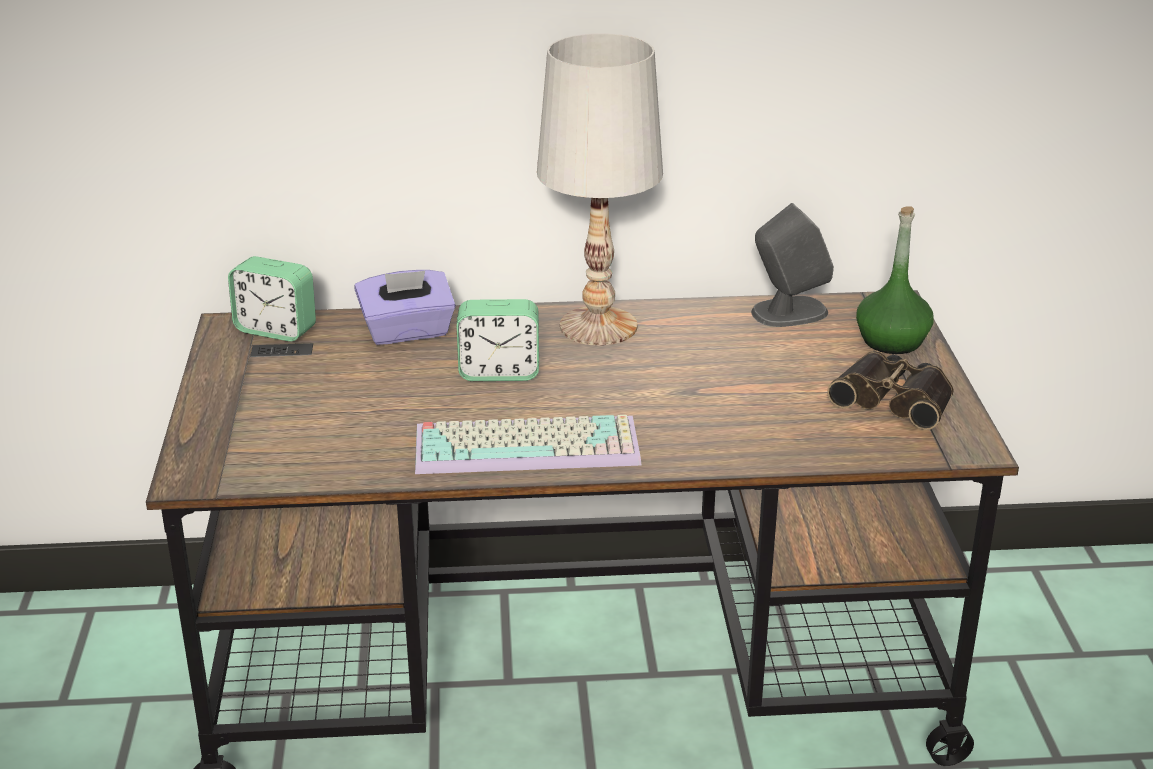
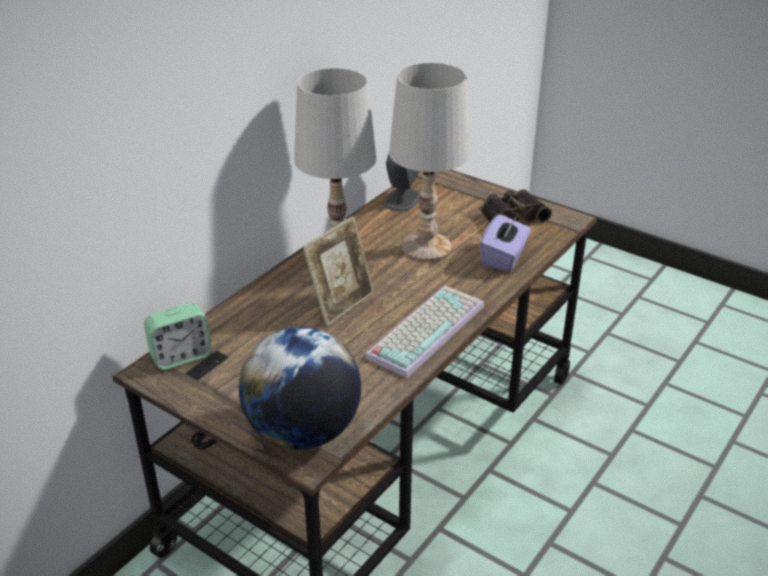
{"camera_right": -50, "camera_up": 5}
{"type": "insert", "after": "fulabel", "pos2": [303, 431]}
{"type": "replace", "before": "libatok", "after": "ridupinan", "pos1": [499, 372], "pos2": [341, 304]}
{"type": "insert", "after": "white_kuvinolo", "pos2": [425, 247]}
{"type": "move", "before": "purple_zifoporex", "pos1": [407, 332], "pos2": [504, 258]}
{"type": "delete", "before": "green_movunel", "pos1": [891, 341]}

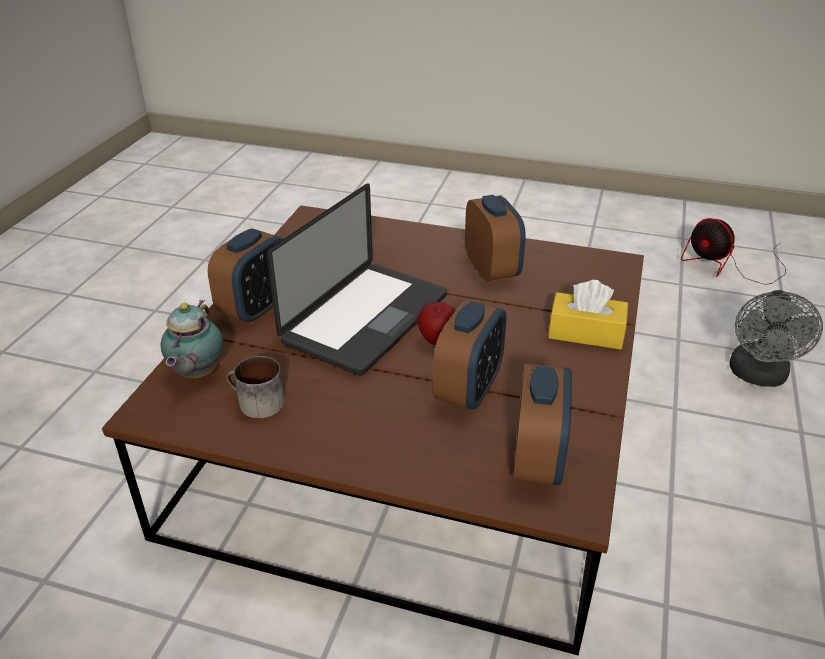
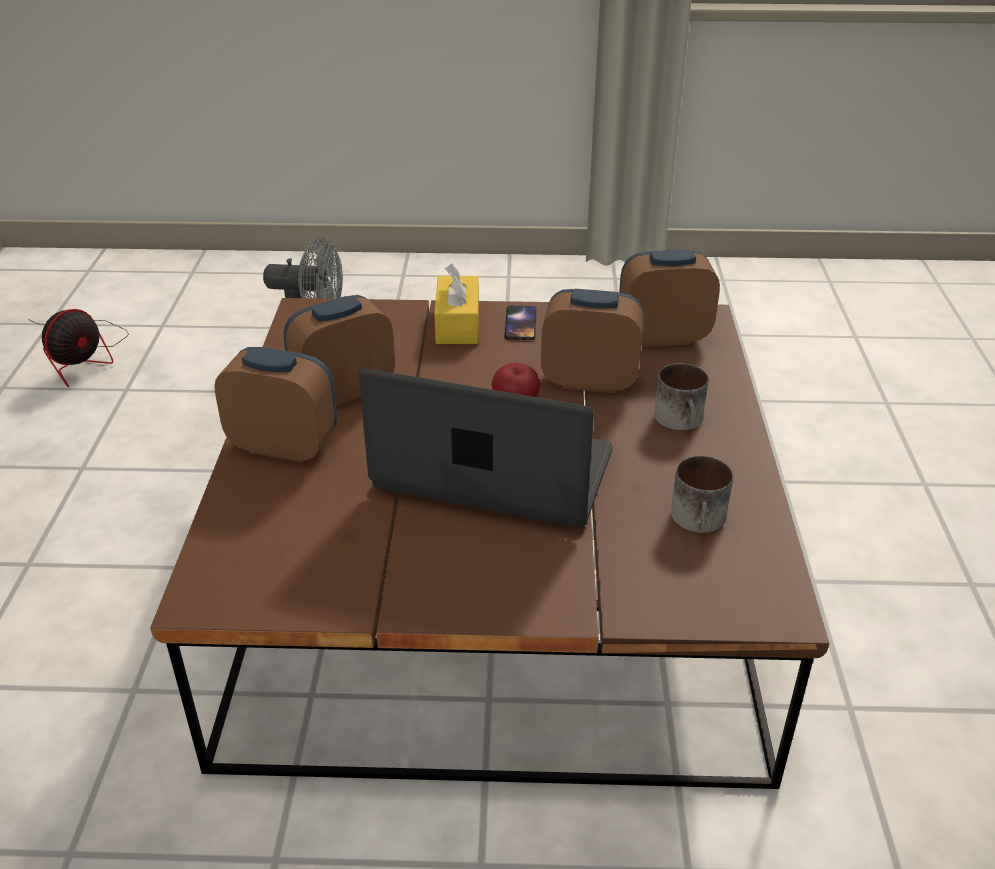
{"camera_right": -105, "camera_up": 0}
{"type": "move", "before": "libatok", "pos1": [256, 308], "pos2": [284, 446]}
{"type": "insert", "after": "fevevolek", "pos2": [520, 323]}
{"type": "insert", "after": "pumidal", "pos2": [682, 420]}
{"type": "delete", "before": "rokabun", "pos1": [196, 374]}

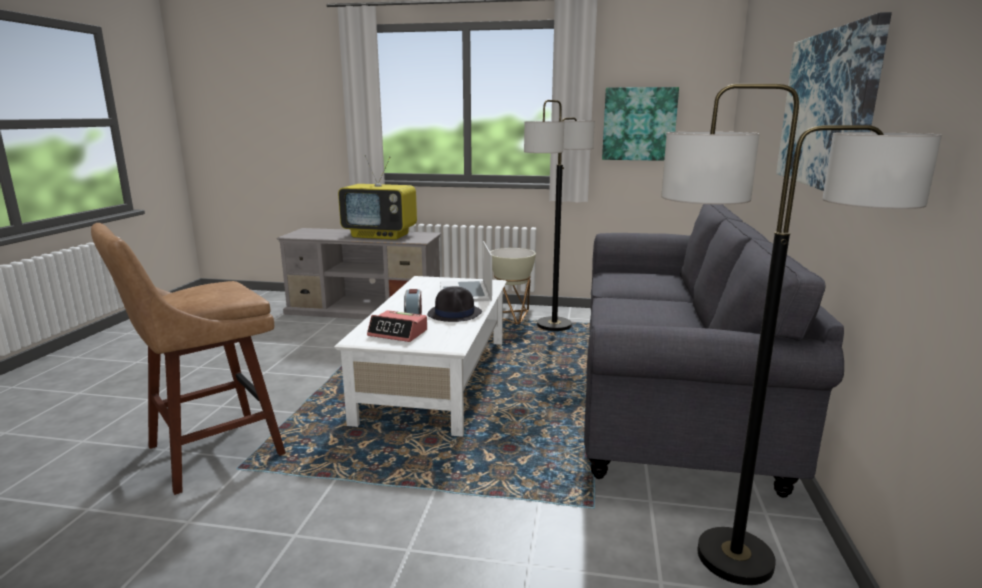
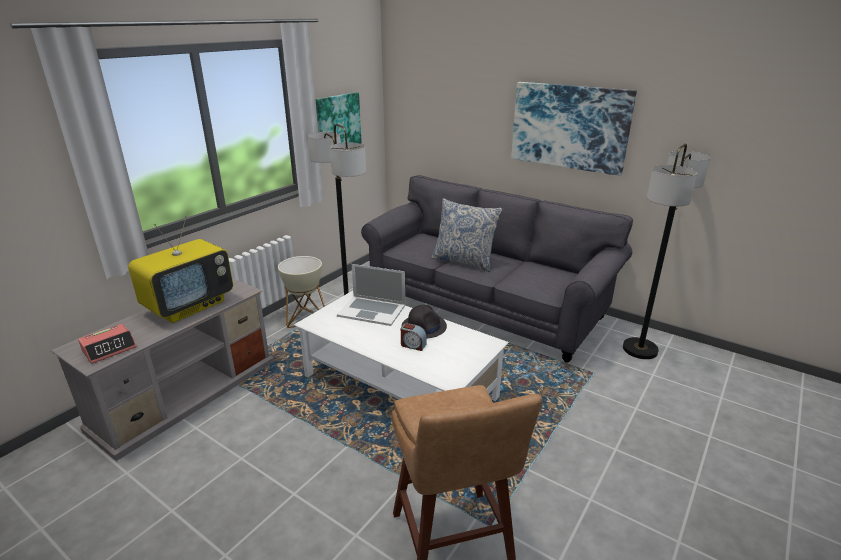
{"camera_right": -65, "camera_up": 10}
{"type": "move", "before": "libatok", "pos1": [398, 333], "pos2": [109, 349]}
{"type": "insert", "after": "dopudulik", "pos2": [464, 261]}

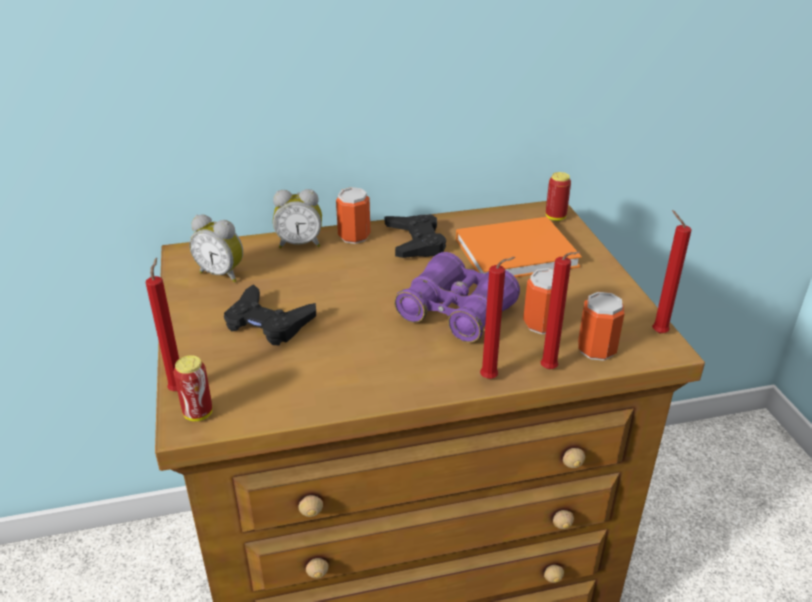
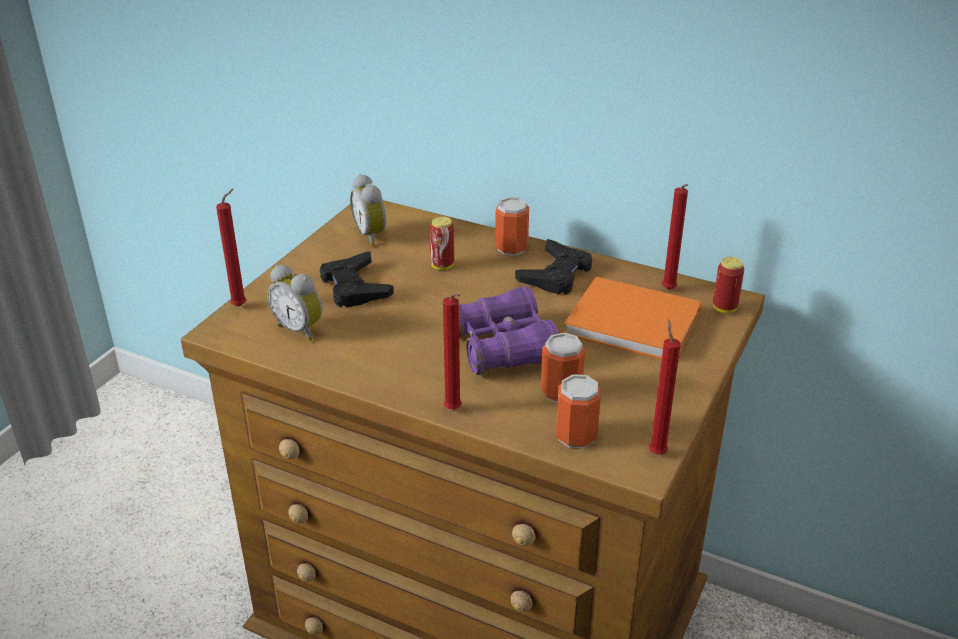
{"camera_right": 40, "camera_up": 0}
{"type": "move", "before": "libatok", "pos1": [300, 243], "pos2": [300, 329]}
{"type": "move", "before": "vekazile", "pos1": [198, 413], "pos2": [442, 266]}
{"type": "move", "before": "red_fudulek", "pos1": [551, 370], "pos2": [669, 291]}

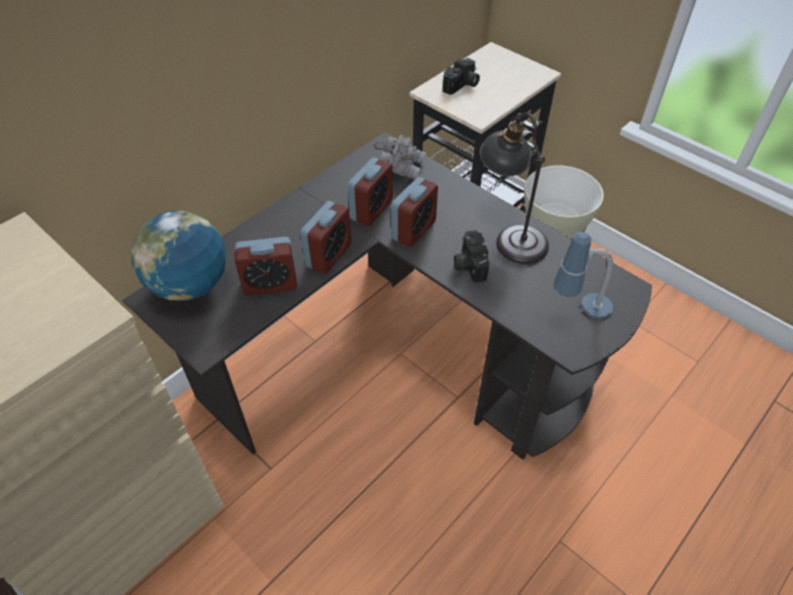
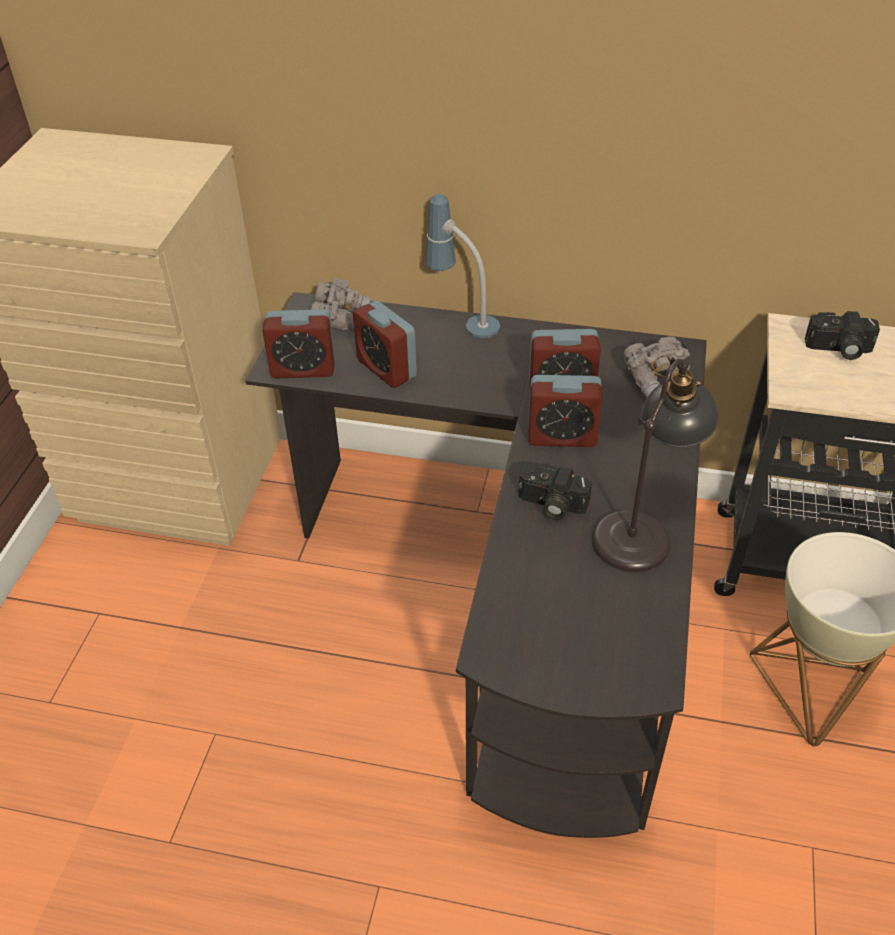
{"camera_right": 60, "camera_up": -5}
{"type": "move", "before": "libatok", "pos1": [328, 255], "pos2": [303, 369]}
{"type": "replace", "before": "fulabel", "after": "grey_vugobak", "pos1": [190, 286], "pos2": [341, 320]}
{"type": "move", "before": "kuvinolo", "pos1": [578, 313], "pos2": [463, 319]}
{"type": "rotate", "before": "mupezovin", "pos1": [468, 264], "pos2": [551, 505], "turn": -120}

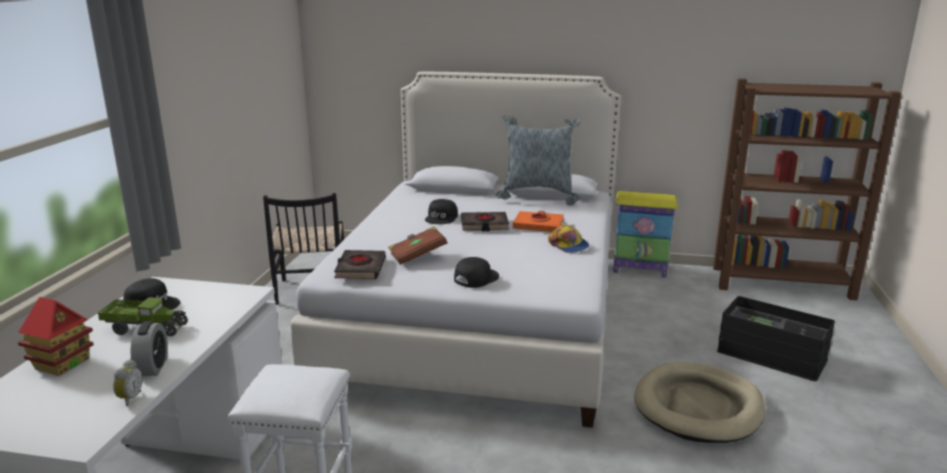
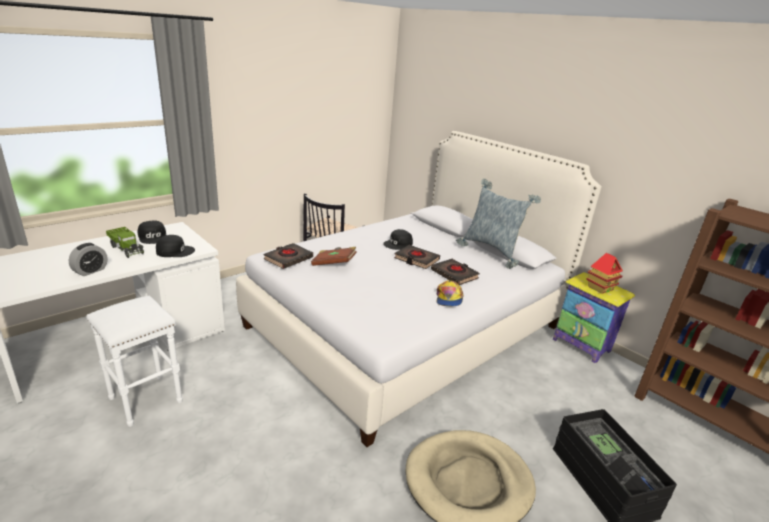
{"camera_right": 35, "camera_up": 5}
{"type": "move", "before": "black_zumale", "pos1": [475, 278], "pos2": [175, 251]}
{"type": "recolor", "before": "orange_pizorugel", "after": "black_pizorugel", "pos1": [538, 225], "pos2": [454, 274]}
{"type": "move", "before": "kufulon", "pos1": [62, 364], "pos2": [600, 288]}
{"type": "delete", "before": "libatok", "pos1": [129, 398]}

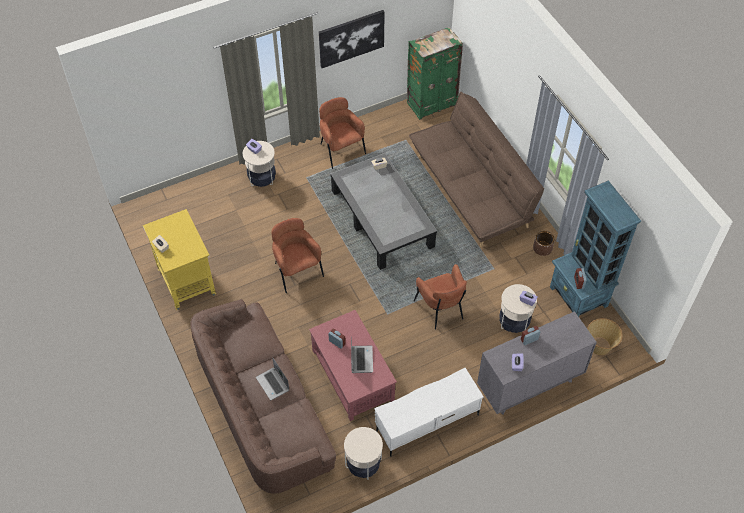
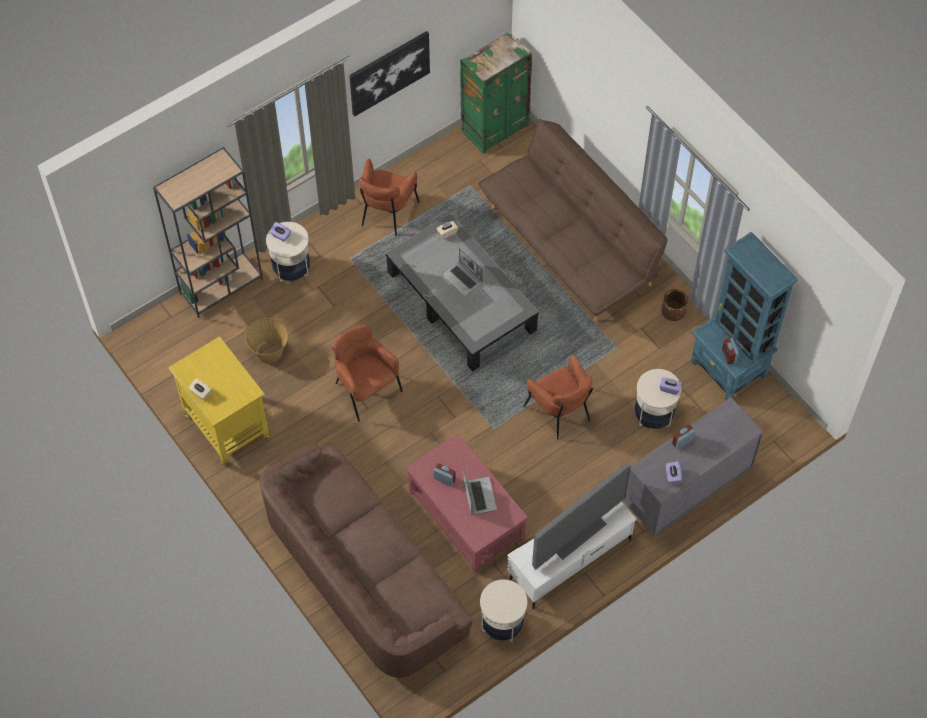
{"camera_right": -10, "camera_up": 5}
{"type": "insert", "after": "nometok", "pos2": [221, 286]}
{"type": "move", "before": "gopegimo", "pos1": [600, 346], "pos2": [269, 352]}
{"type": "rotate", "before": "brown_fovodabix", "pos1": [340, 150], "pos2": [387, 212], "turn": -120}
{"type": "move", "before": "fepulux", "pos1": [273, 384], "pos2": [463, 279]}
{"type": "insert", "after": "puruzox", "pos2": [575, 531]}

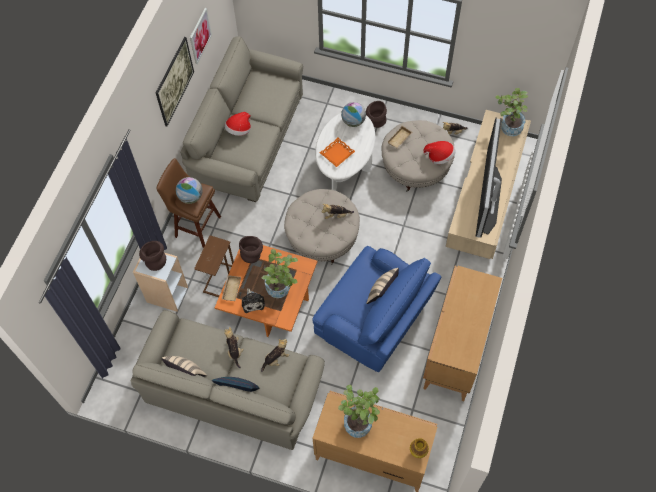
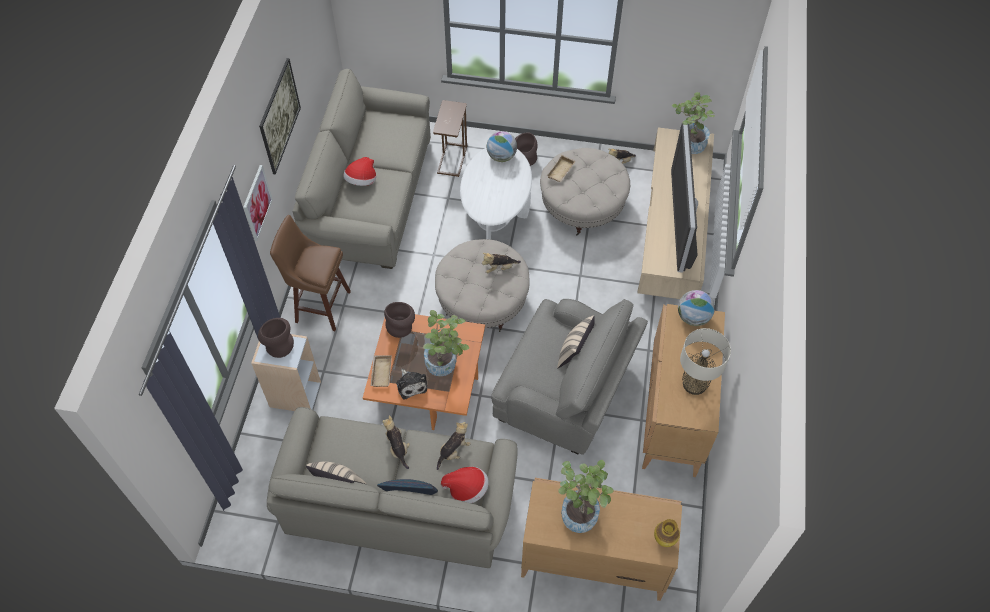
{"camera_right": -10, "camera_up": -5}
{"type": "move", "before": "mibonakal", "pos1": [200, 36], "pos2": [257, 203]}
{"type": "move", "before": "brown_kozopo", "pos1": [219, 279], "pos2": [452, 159]}
{"type": "move", "before": "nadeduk", "pos1": [439, 157], "pos2": [467, 489]}
{"type": "recolor", "before": "blue_fovodabix", "after": "grey_fovodabix", "pos1": [374, 320], "pos2": [565, 392]}
{"type": "move", "before": "fulabel", "pos1": [191, 197], "pos2": [693, 317]}
{"type": "insert", "after": "kuvinolo", "pos2": [694, 384]}
{"type": "delete", "before": "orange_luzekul", "pos1": [337, 154]}

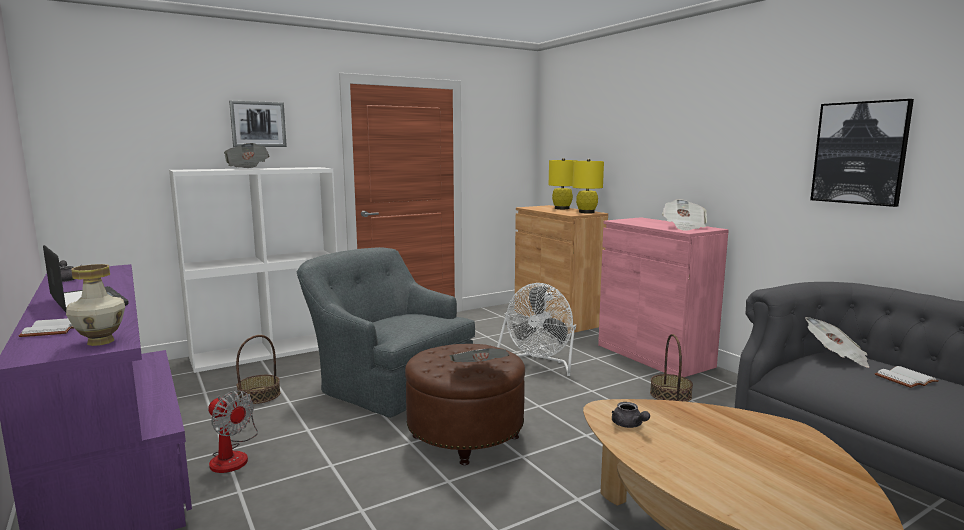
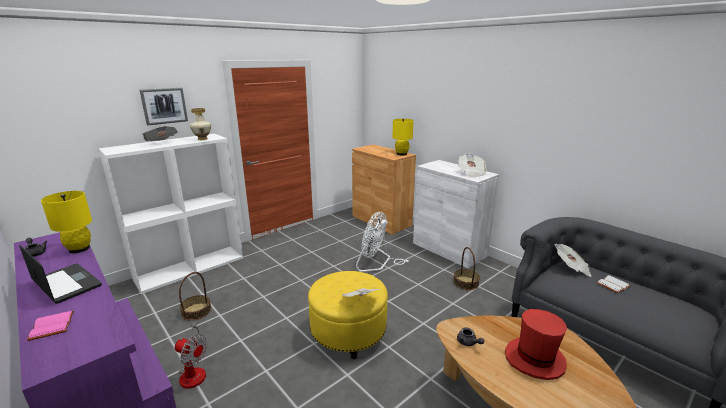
{"camera_right": -10, "camera_up": 10}
{"type": "recolor", "before": "white_pizorugel", "after": "pink_pizorugel", "pos1": [51, 329], "pos2": [51, 326]}
{"type": "move", "before": "yellow_kuvinolo", "pos1": [562, 208], "pos2": [79, 249]}
{"type": "move", "before": "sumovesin", "pos1": [101, 341], "pos2": [203, 139]}
{"type": "recolor", "before": "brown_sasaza", "after": "yellow_sasaza", "pos1": [465, 436], "pos2": [348, 333]}
{"type": "rotate", "before": "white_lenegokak", "pos1": [539, 362], "pos2": [379, 261], "turn": 90}
{"type": "recolor", "before": "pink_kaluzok", "after": "white_kaluzok", "pos1": [654, 355], "pos2": [449, 249]}
{"type": "insert", "after": "red_nadeduk", "pos2": [534, 359]}
{"type": "delete", "before": "grey_fovodabix", "pos1": [388, 384]}
{"type": "delete", "before": "mibonakal", "pos1": [860, 153]}

